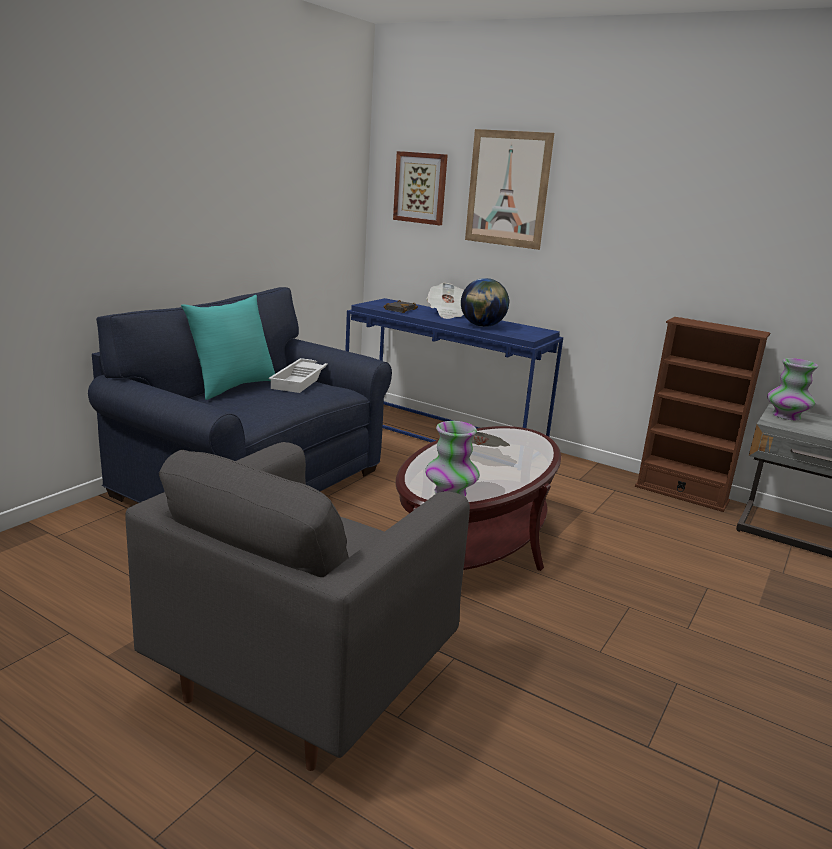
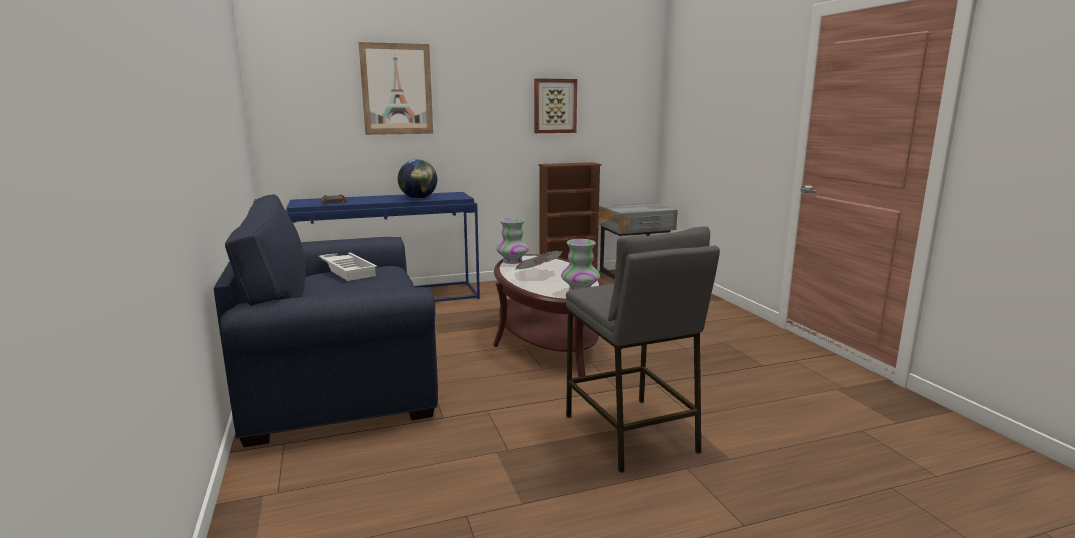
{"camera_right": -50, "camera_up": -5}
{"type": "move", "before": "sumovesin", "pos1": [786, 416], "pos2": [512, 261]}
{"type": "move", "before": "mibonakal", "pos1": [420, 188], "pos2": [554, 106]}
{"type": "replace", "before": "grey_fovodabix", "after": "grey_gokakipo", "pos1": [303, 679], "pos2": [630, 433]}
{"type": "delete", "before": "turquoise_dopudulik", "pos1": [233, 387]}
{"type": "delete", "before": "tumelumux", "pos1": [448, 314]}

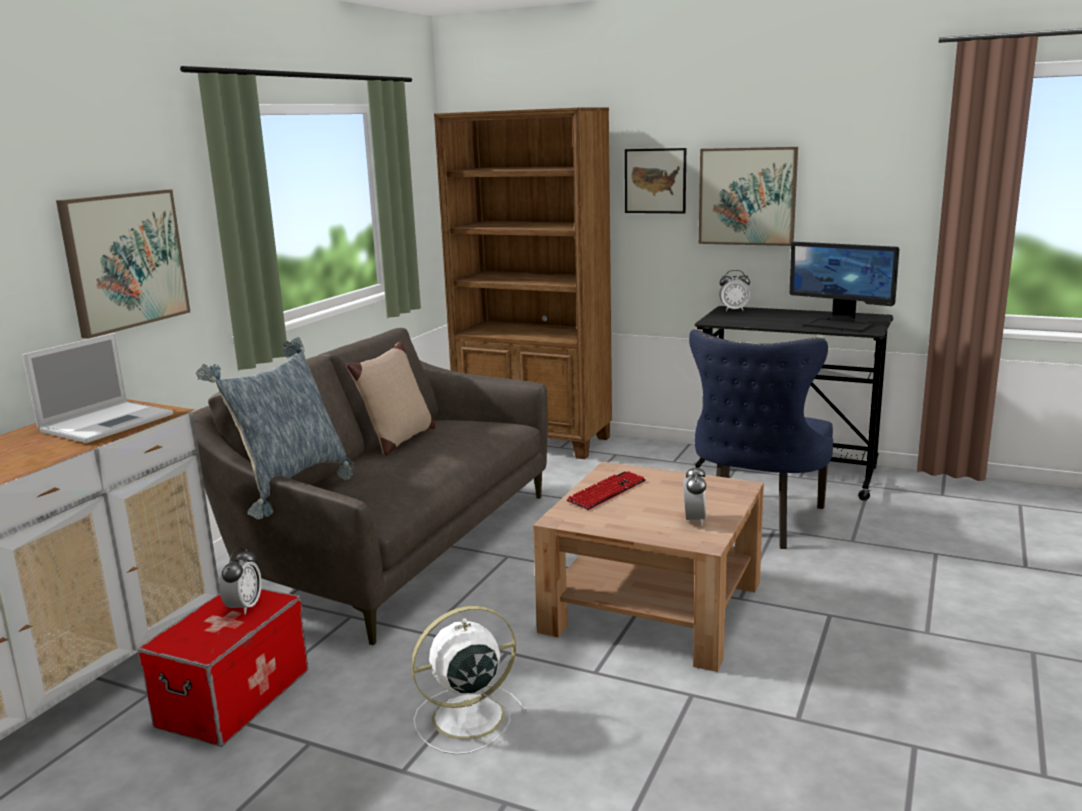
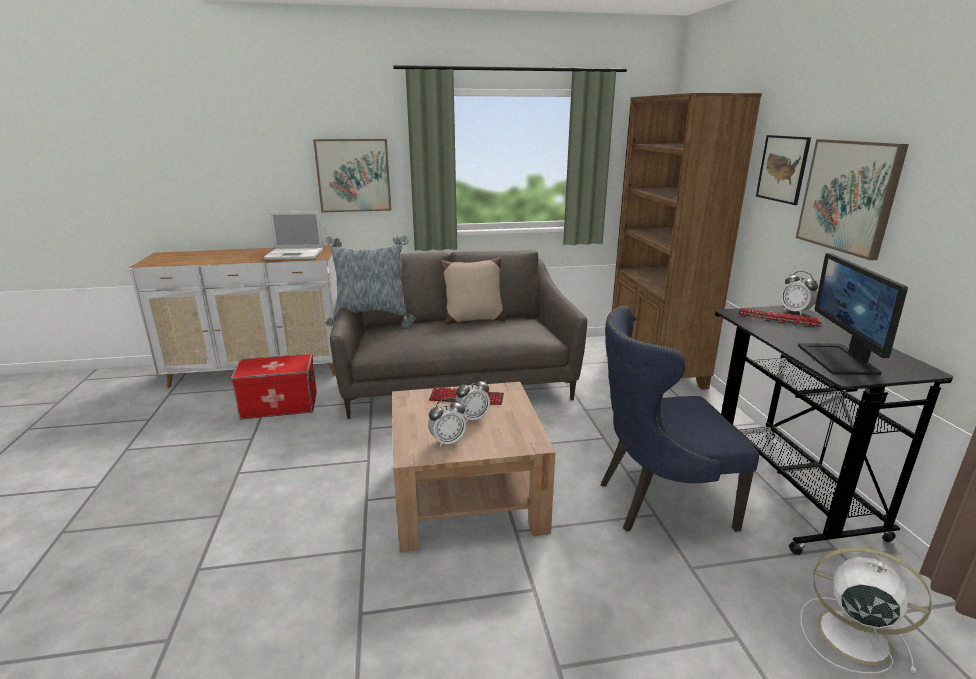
{"camera_right": 55, "camera_up": 5}
{"type": "move", "before": "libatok", "pos1": [244, 607], "pos2": [472, 418]}
{"type": "insert", "after": "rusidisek", "pos2": [778, 319]}
{"type": "move", "before": "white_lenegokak", "pos1": [465, 718], "pos2": [850, 635]}

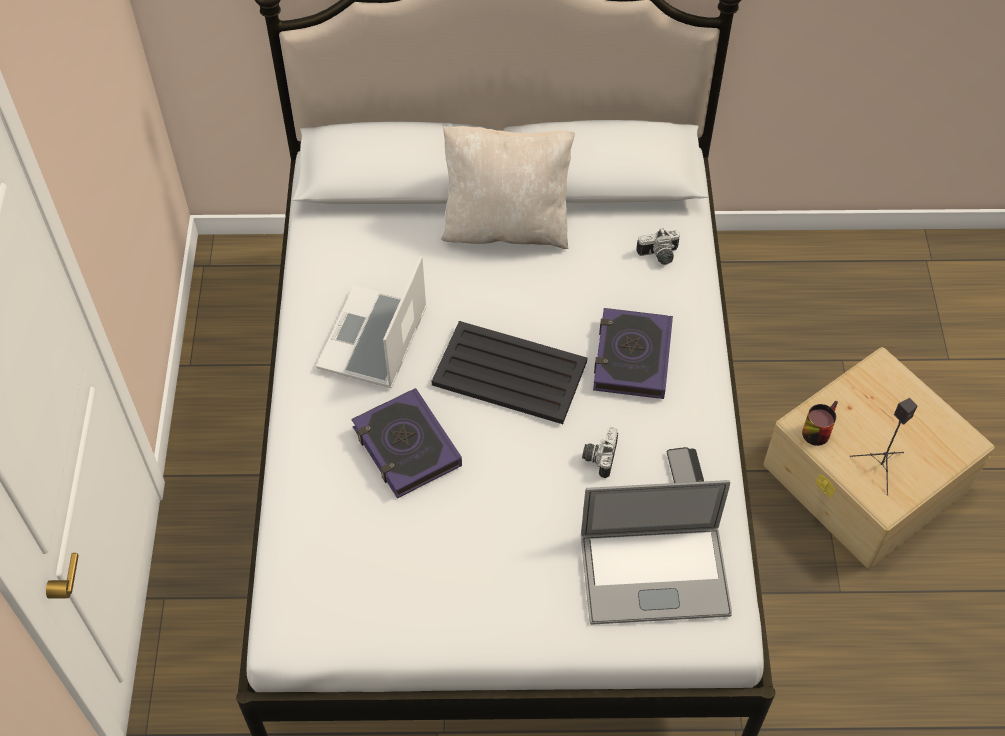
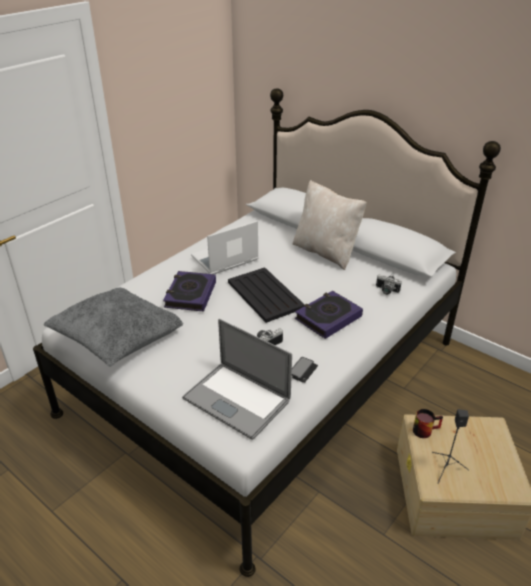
{"camera_right": 40, "camera_up": -20}
{"type": "insert", "after": "grey_dopudulik", "pos2": [118, 337]}

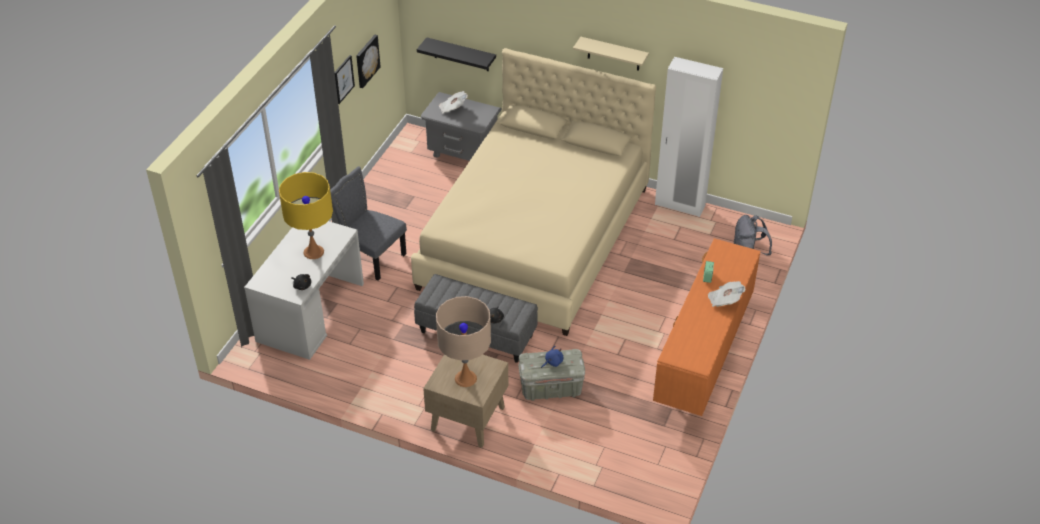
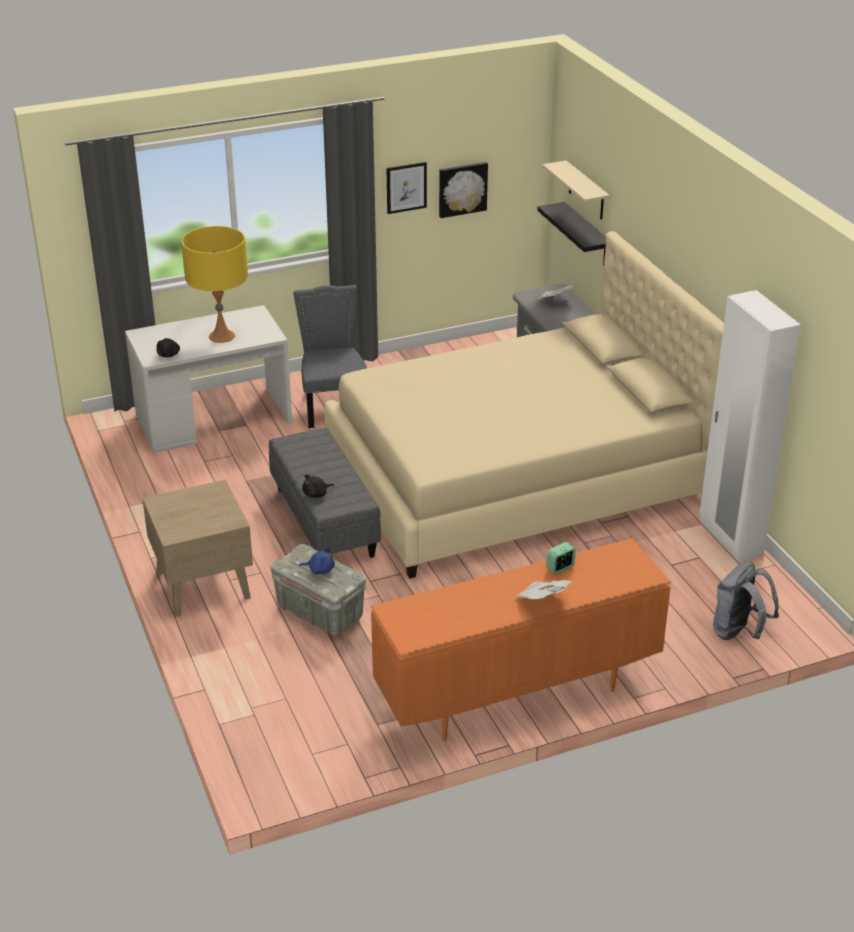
{"camera_right": 45, "camera_up": -10}
{"type": "move", "before": "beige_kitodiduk", "pos1": [613, 54], "pos2": [586, 191]}
{"type": "delete", "before": "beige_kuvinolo", "pos1": [465, 378]}

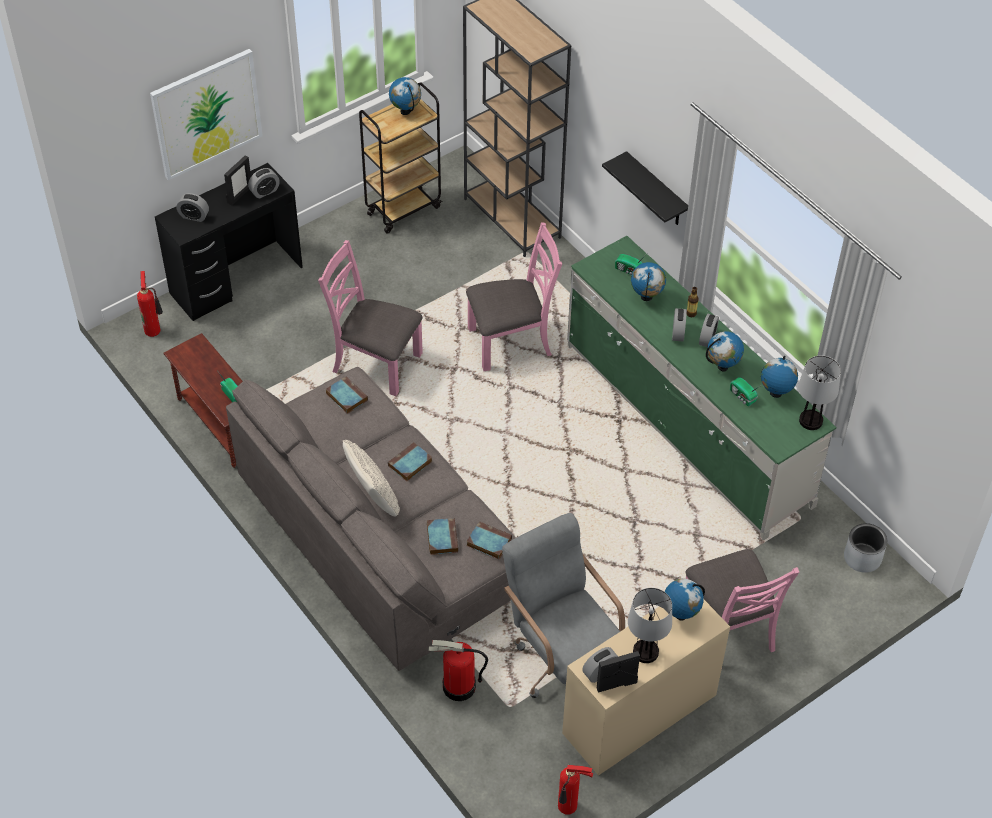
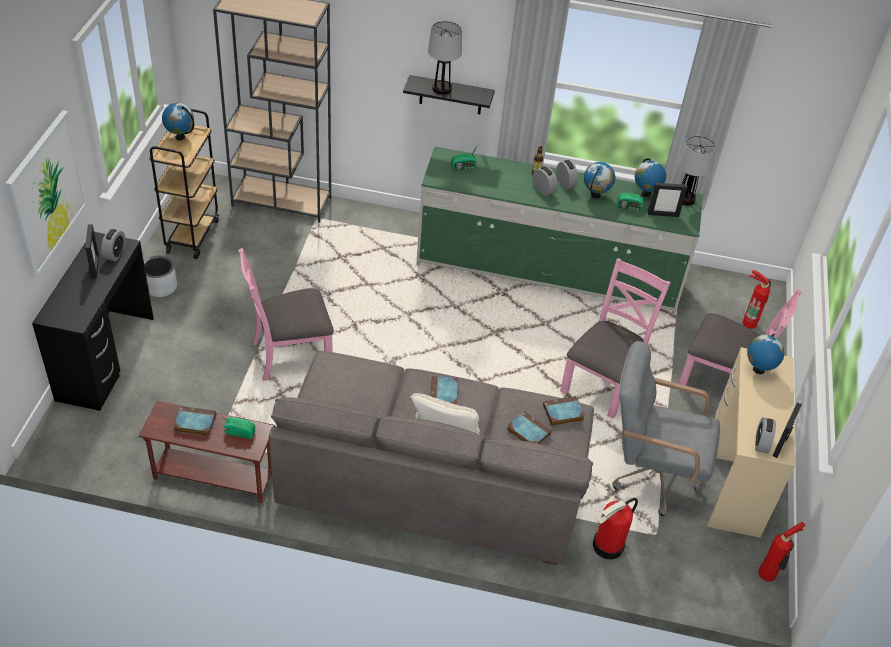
{"camera_right": -45, "camera_up": -5}
{"type": "move", "before": "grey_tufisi", "pos1": [862, 557], "pos2": [160, 287]}
{"type": "move", "before": "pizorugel", "pos1": [346, 397], "pos2": [194, 423]}
{"type": "move", "before": "kuvinolo", "pos1": [645, 652], "pos2": [441, 88]}
{"type": "move", "before": "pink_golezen", "pos1": [511, 342], "pos2": [602, 383]}
{"type": "insert", "after": "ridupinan", "pos2": [663, 214]}
{"type": "move", "before": "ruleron", "pos1": [154, 329], "pos2": [749, 322]}
{"type": "delete", "before": "libatok", "pos1": [194, 216]}
{"type": "delete", "before": "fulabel", "pos1": [646, 297]}

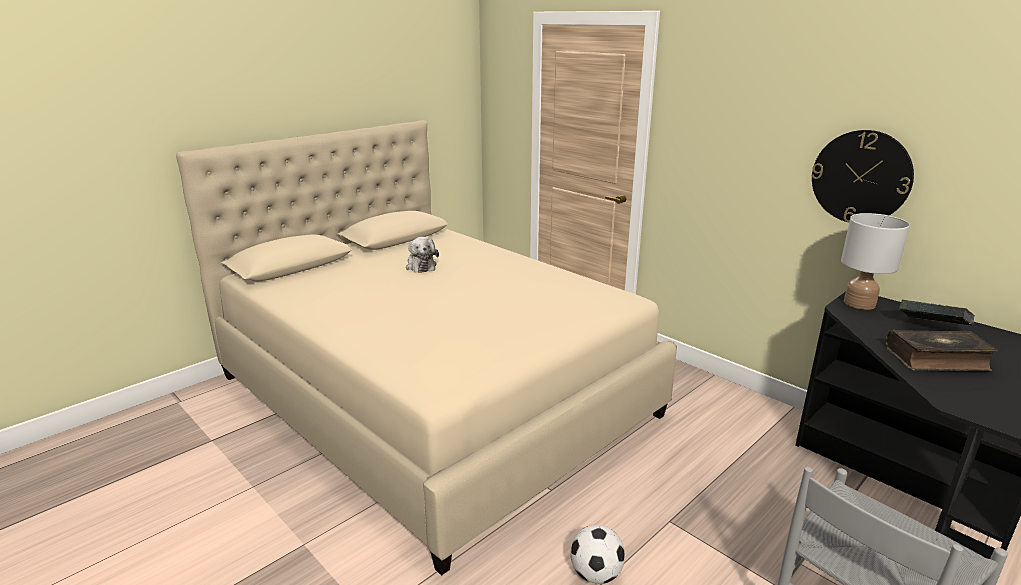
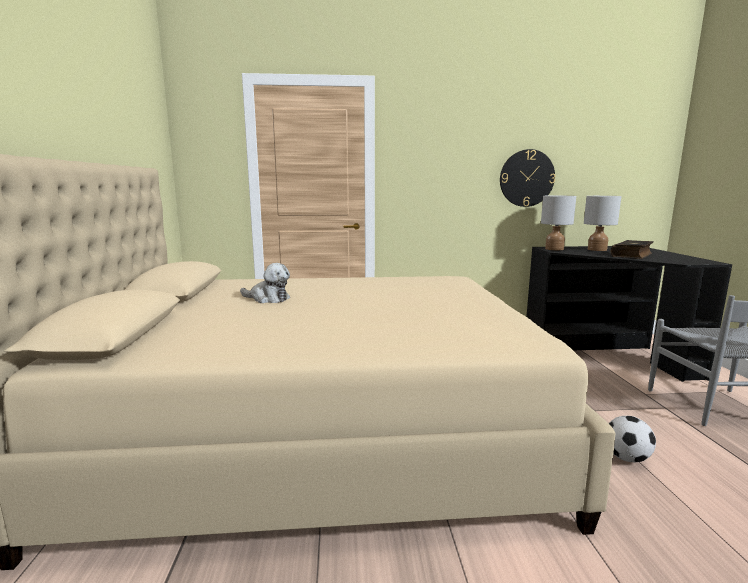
{"camera_right": -50, "camera_up": -10}
{"type": "replace", "before": "pizorugel", "after": "grey_kuvinolo", "pos1": [931, 329], "pos2": [597, 249]}

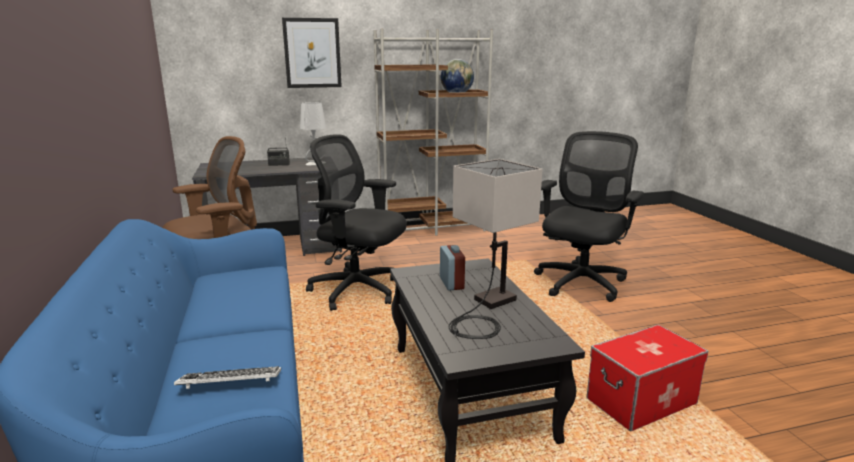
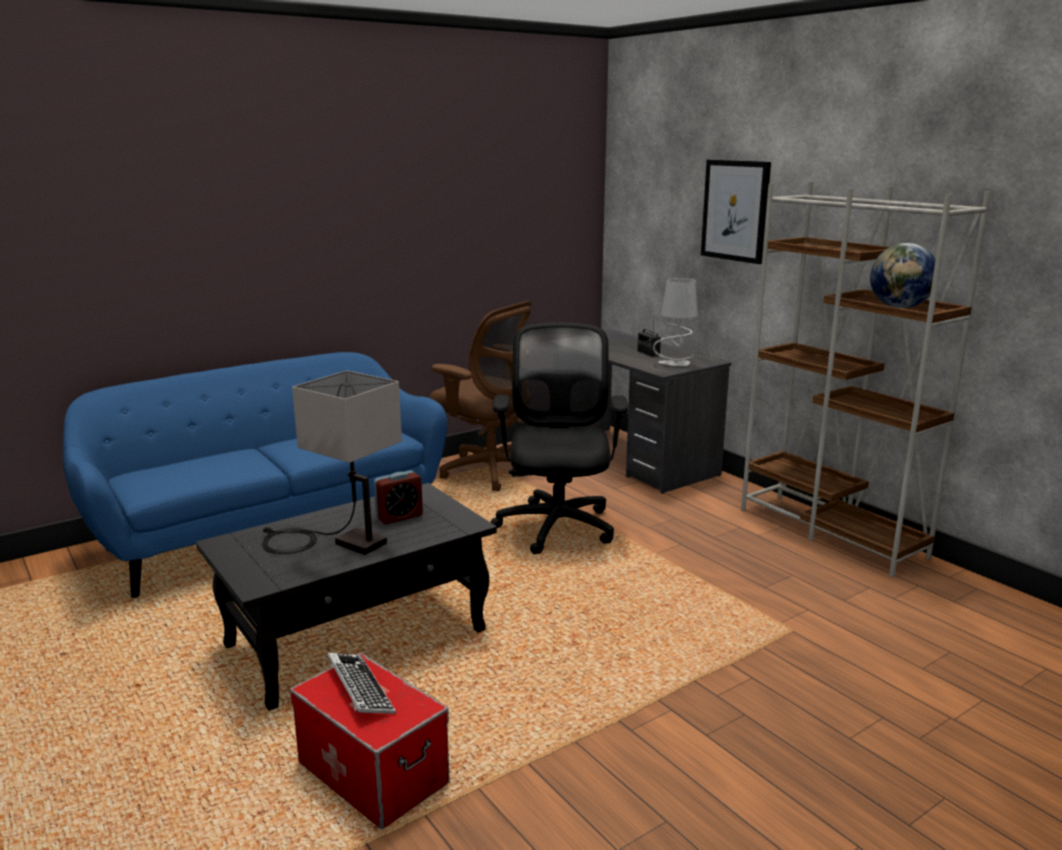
{"camera_right": 70, "camera_up": 0}
{"type": "move", "before": "rusidisek", "pos1": [230, 383], "pos2": [359, 689]}
{"type": "delete", "before": "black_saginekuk", "pos1": [580, 285]}

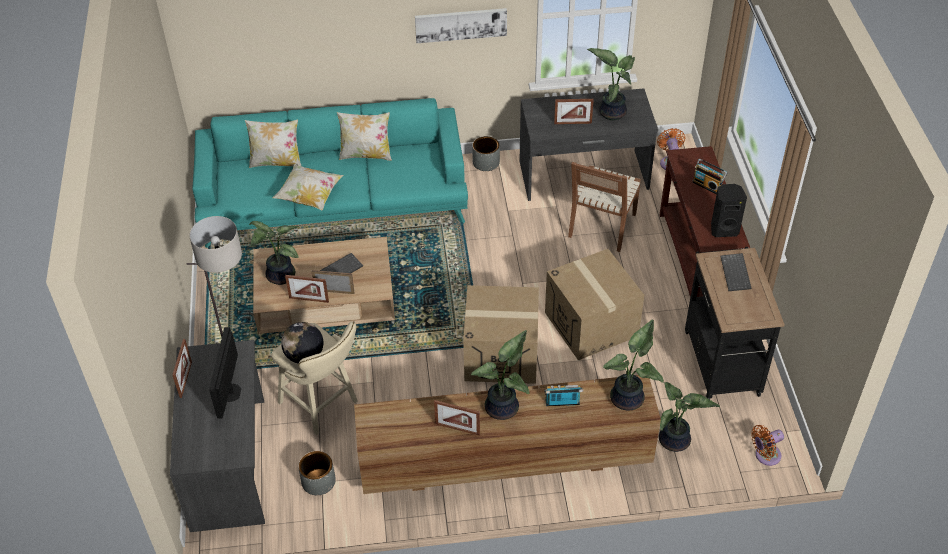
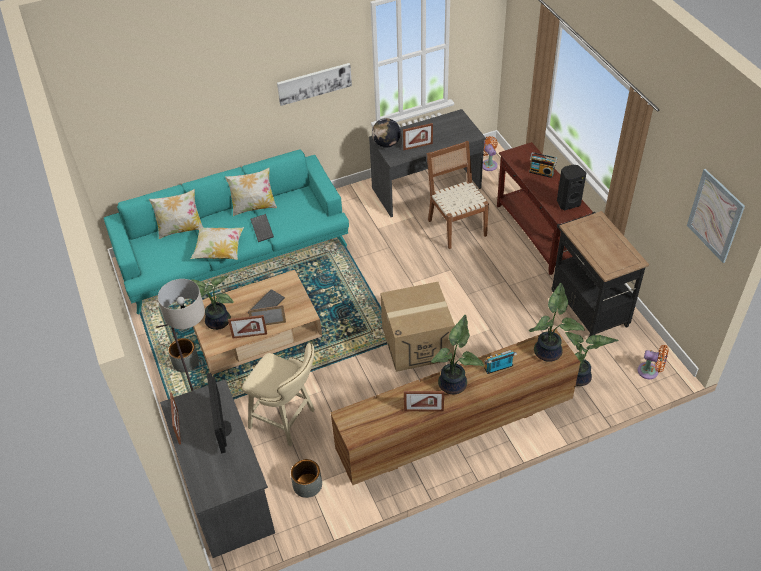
{"camera_right": -15, "camera_up": 0}
{"type": "move", "before": "grey_tufisi", "pos1": [486, 163], "pos2": [186, 362]}
{"type": "move", "before": "rusidisek", "pos1": [736, 273], "pos2": [263, 229]}
{"type": "move", "before": "fulabel", "pos1": [304, 356], "pos2": [386, 144]}
{"type": "rotate", "before": "golezen", "pos1": [601, 228], "pos2": [456, 226], "turn": 150}
{"type": "rotate", "before": "orange_lenegokak", "pos1": [765, 456], "pos2": [650, 371], "turn": -120}
{"type": "insert", "after": "mibonakal", "pos2": [715, 216]}
{"type": "delete", "before": "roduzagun", "pos1": [591, 324]}
{"type": "delete", "before": "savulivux", "pos1": [611, 111]}

